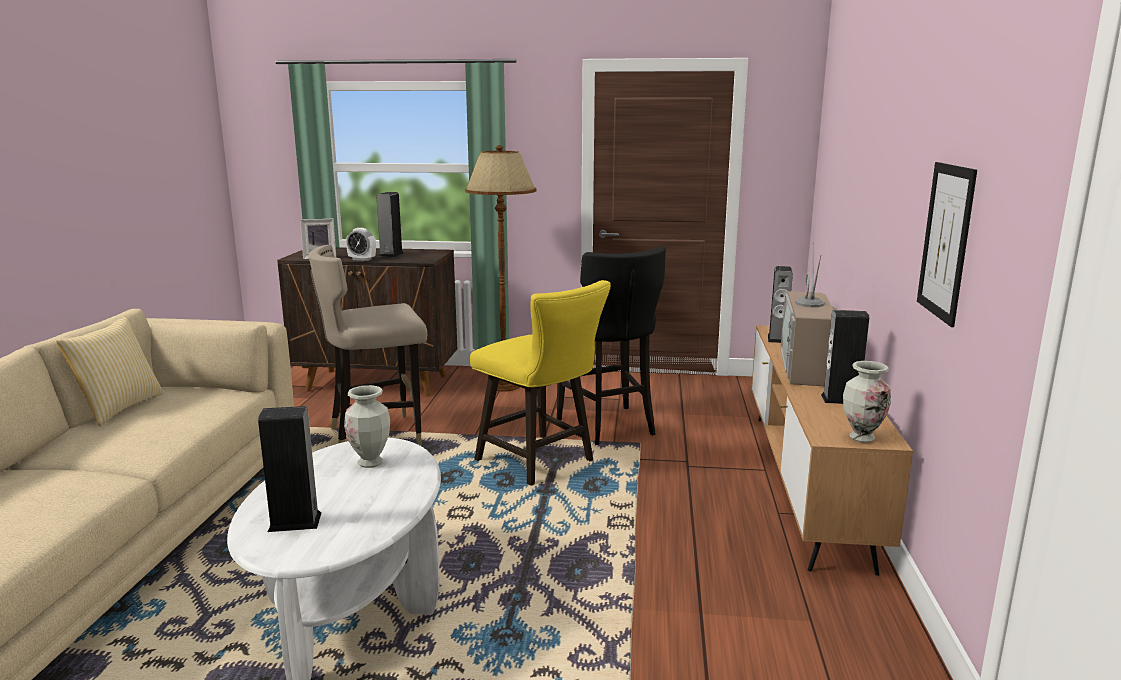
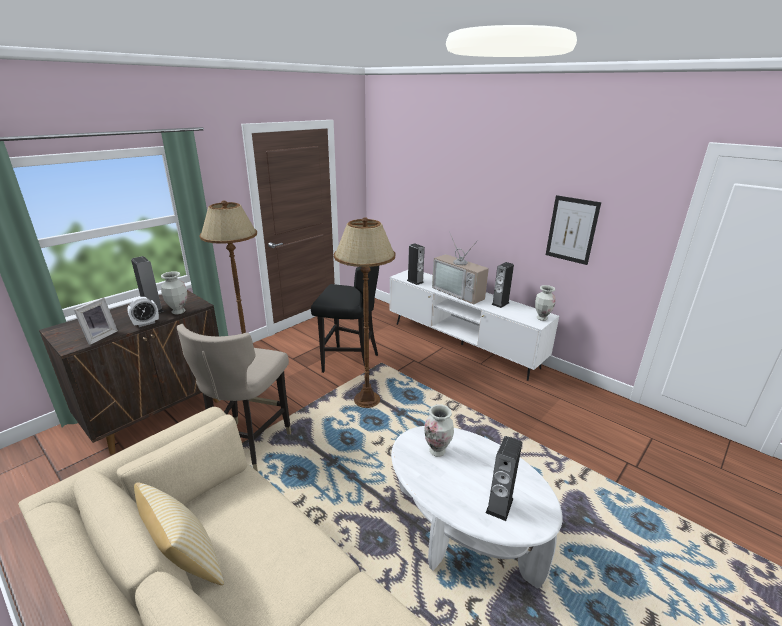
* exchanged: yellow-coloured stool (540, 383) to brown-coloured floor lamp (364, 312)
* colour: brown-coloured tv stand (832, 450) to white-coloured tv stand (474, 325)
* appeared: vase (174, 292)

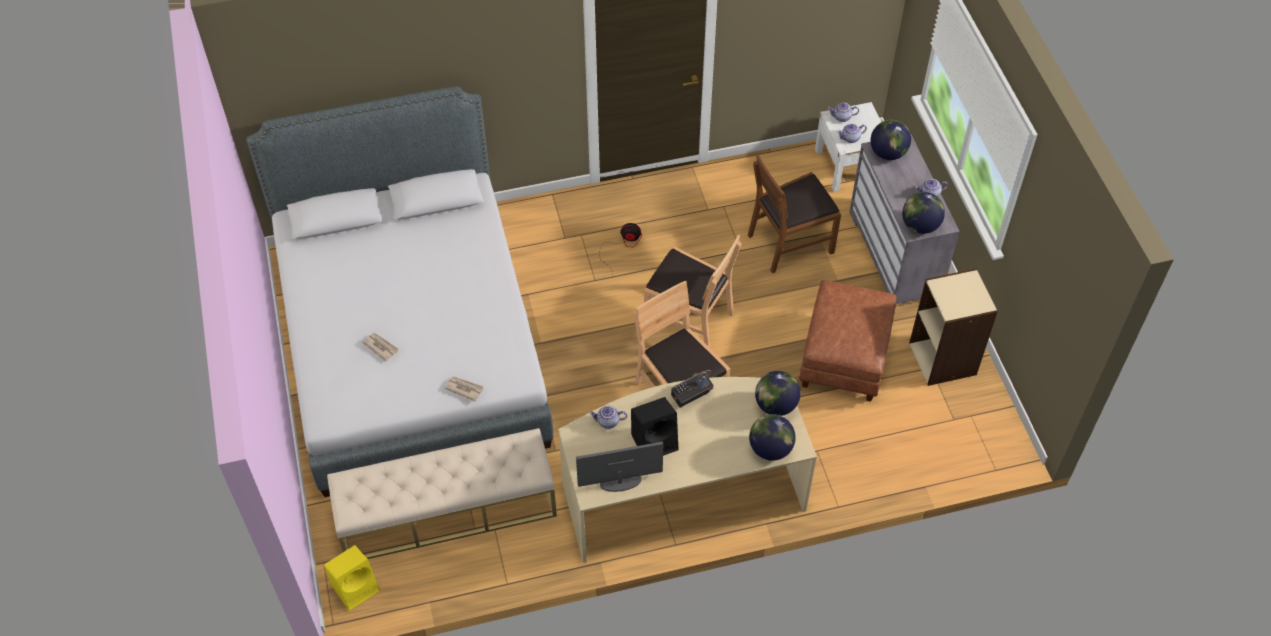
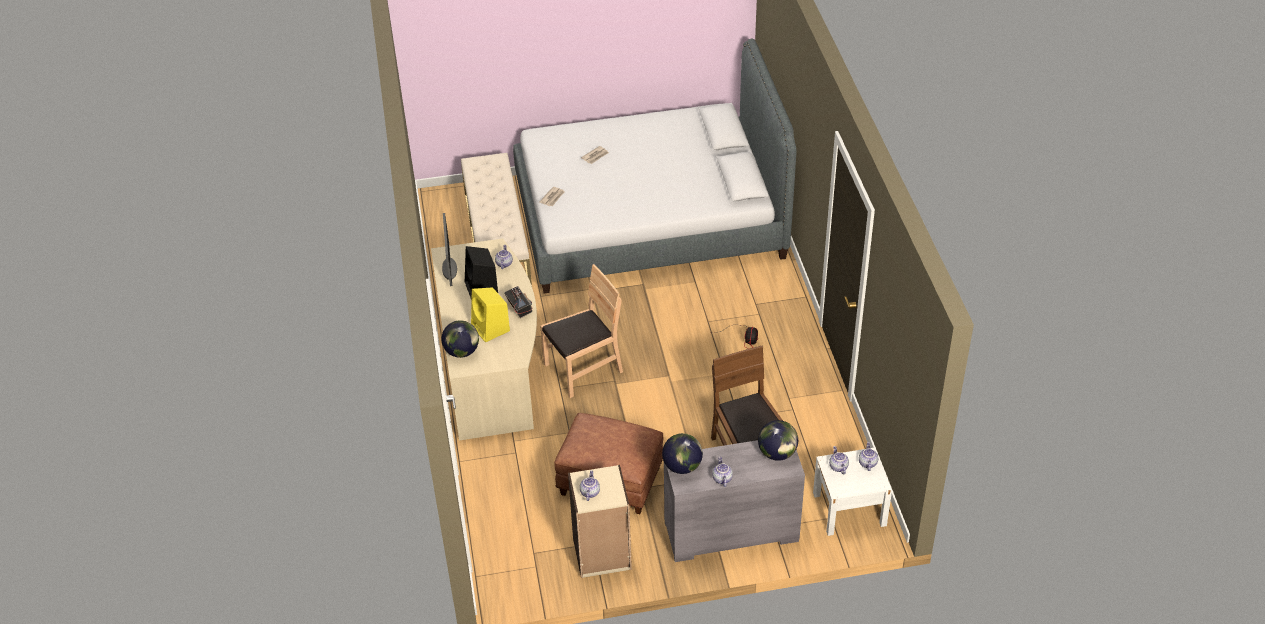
* relocated: yellow-coloured speaker (352, 578) to (490, 315)
* missing: brown-coloured upright chair (692, 292)
* missing: desk globe (778, 393)
* appeared: pot for tea (590, 485)

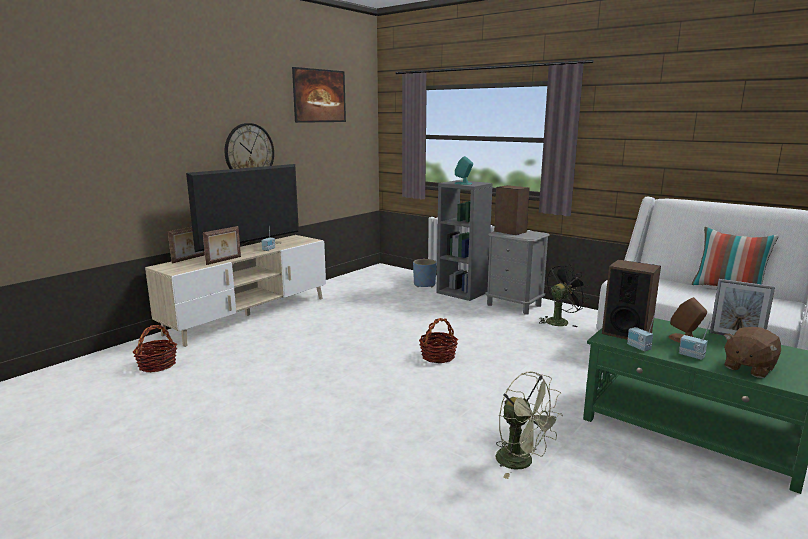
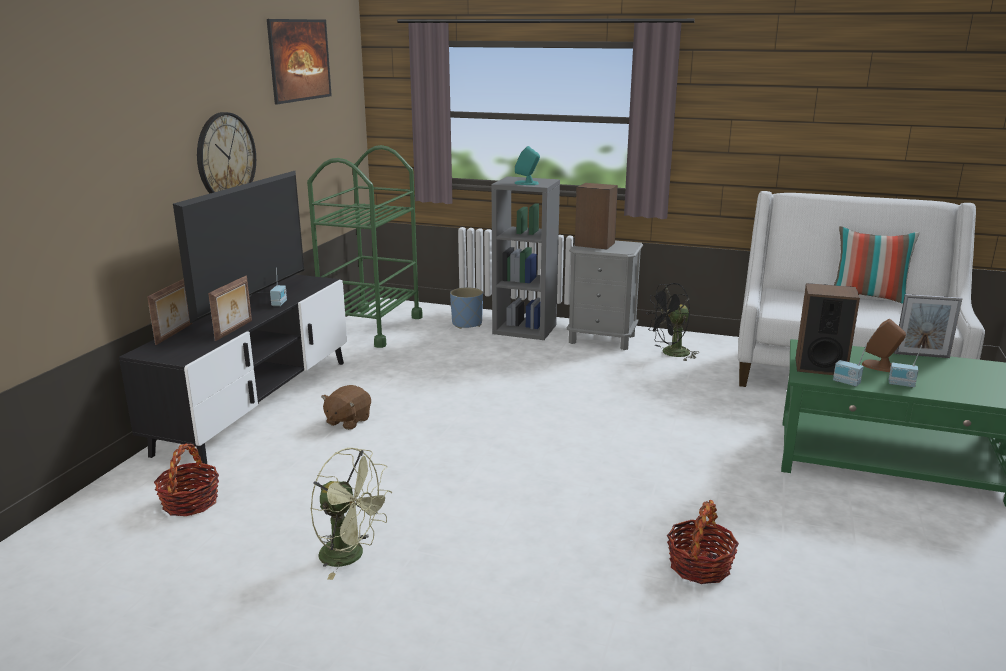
* colour: sand-coloured tv stand (235, 291) to black-coloured tv stand (233, 370)
* relocated: storage basket (438, 340) to (703, 542)
* relocated: greenish electric fan (529, 425) to (351, 514)
* spun: black-coloured electric fan (563, 295) = (672, 322) 150 degrees counterclockwise
* relocated: brown-coloured soft toy (752, 352) to (346, 407)
* appeared: greenish wheeled cart (365, 246)

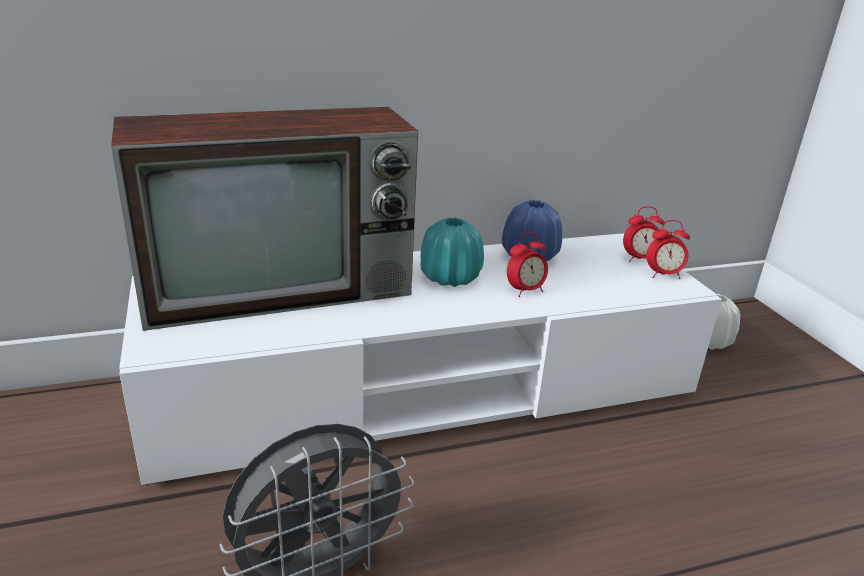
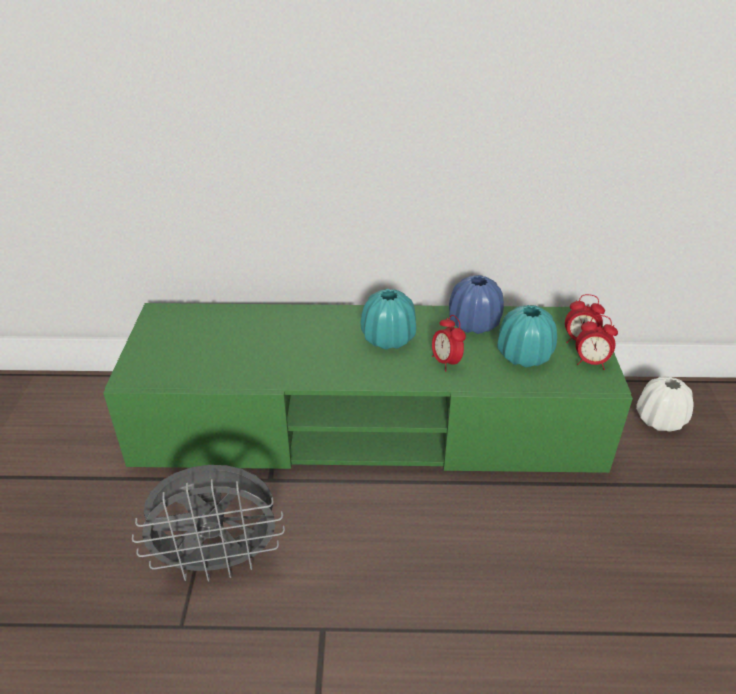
* missing: TV set (264, 219)
* colour: white-coloured tv stand (420, 359) to greenish tv stand (368, 388)
* spun: table clock (527, 264) = (449, 343) 75 degrees clockwise
* appeared: turquoise-coloured vase (527, 336)

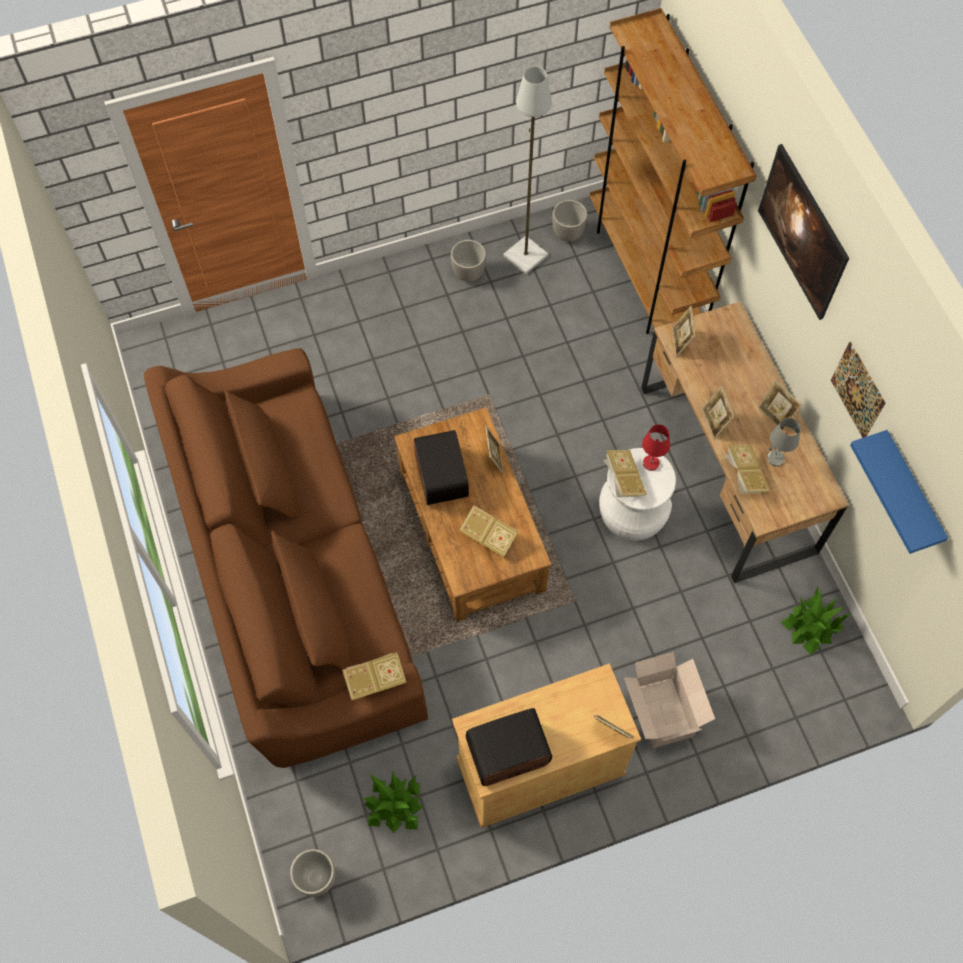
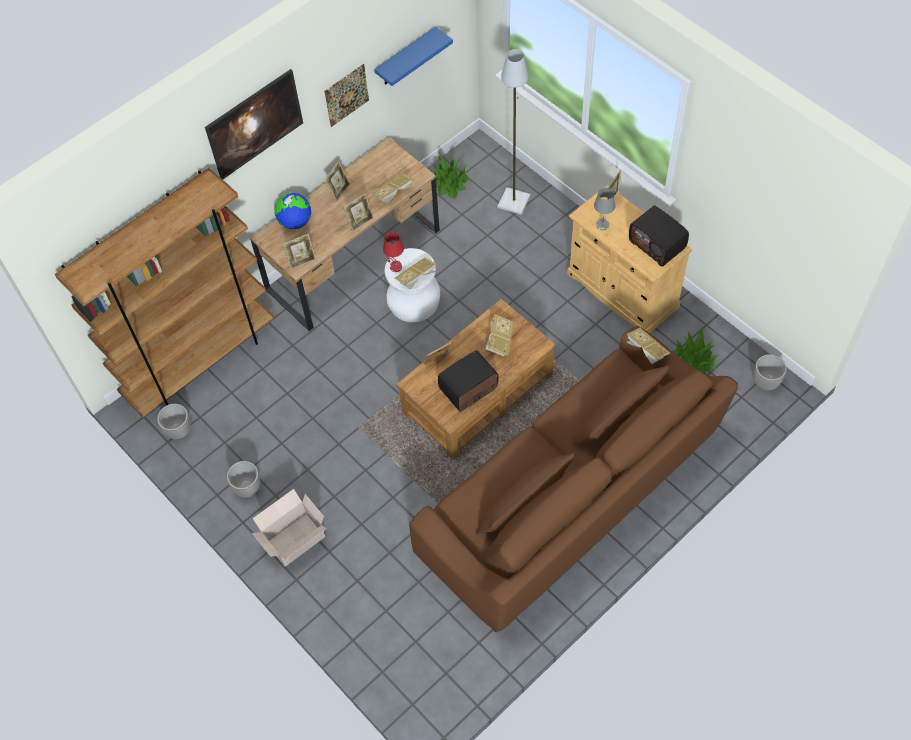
* relocated: grey floor lamp (527, 170) to (514, 132)
* relocated: cardboard box (669, 700) to (289, 528)
* relocated: grey lamp for a table (783, 442) to (605, 209)
* appeared: desk globe (292, 211)

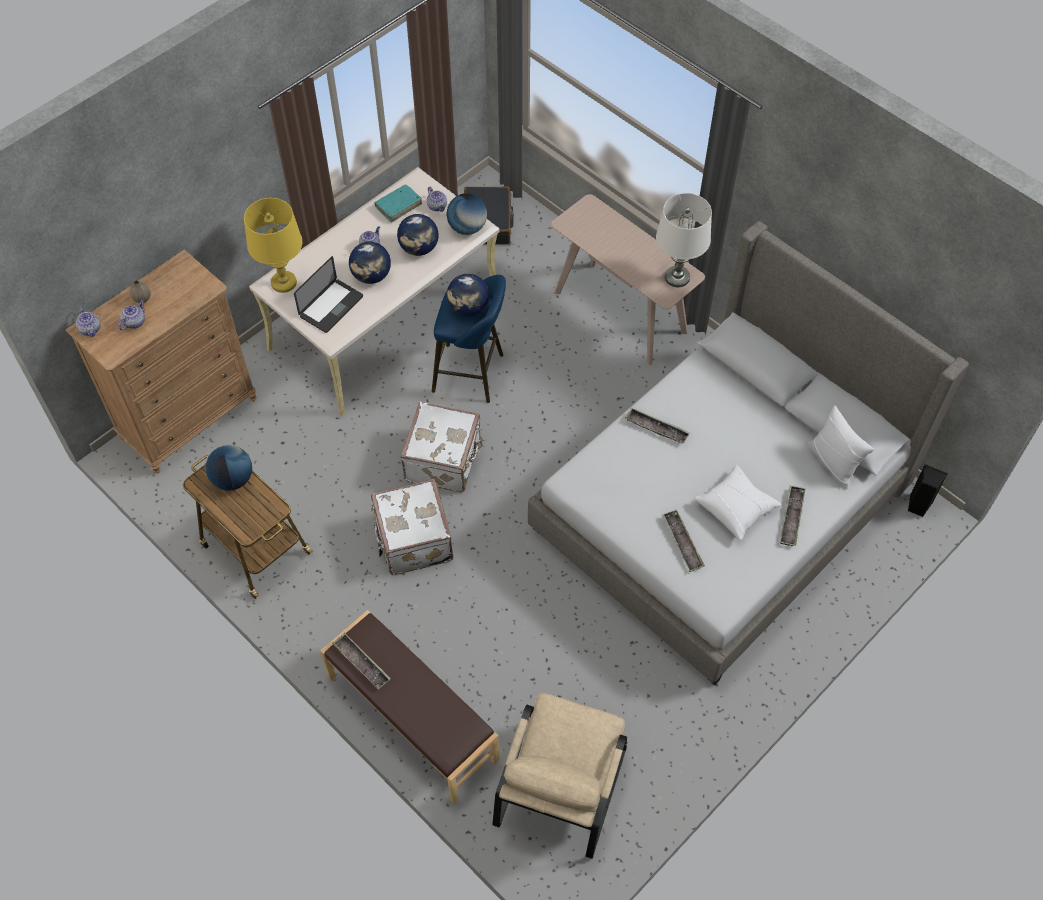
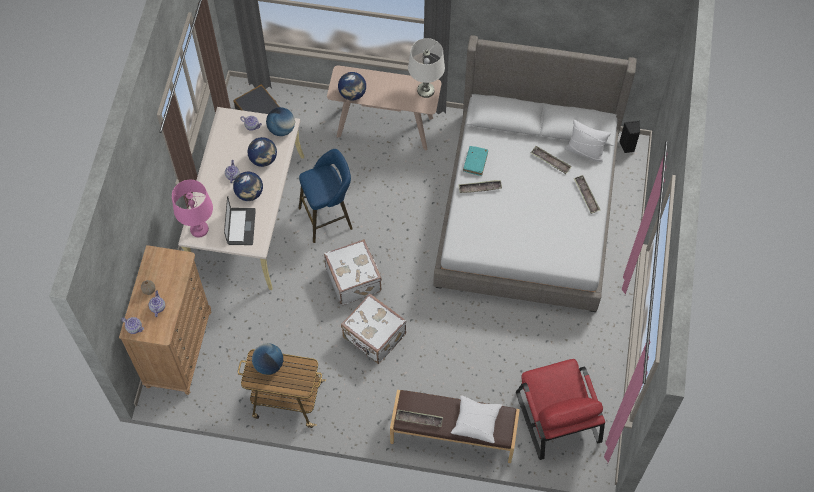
* colour: yellow-coloured lamp for a table (273, 245) to pink lamp for a table (192, 208)
* relocated: turquoise-coloured book (398, 203) to (475, 161)
* relocated: desk globe (468, 295) to (352, 86)
* colour: sand-coloured easy chair (560, 776) to reddish easy chair (560, 409)
* relocated: carrying tray (683, 540) to (551, 160)
* relocated: white-coloured pillow (738, 502) to (476, 419)

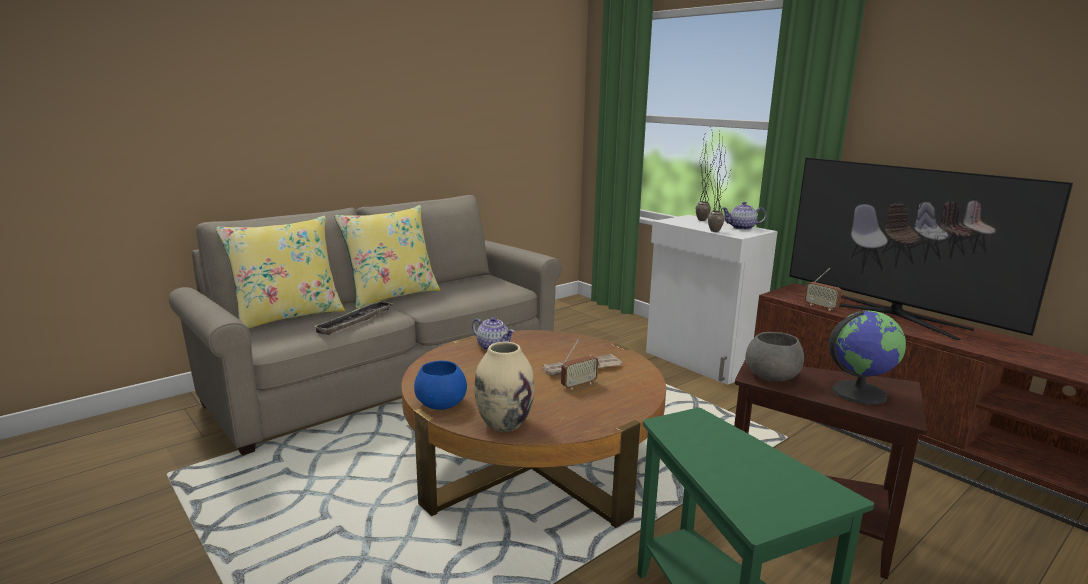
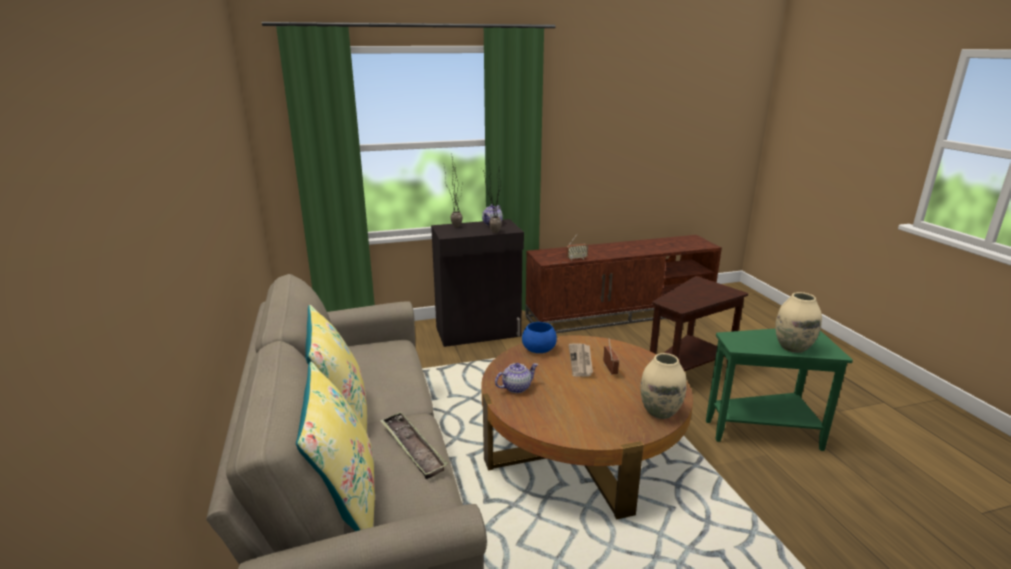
* relocated: blue deep dish (440, 385) to (539, 337)
* colour: white-coloured storage cabinet (712, 300) to black-coloured storage cabinet (477, 283)
* missing: grey deep dish (774, 356)
* missing: TV set (931, 249)
* missing: desk globe (867, 358)
* appeared: sand-coloured vase (798, 322)

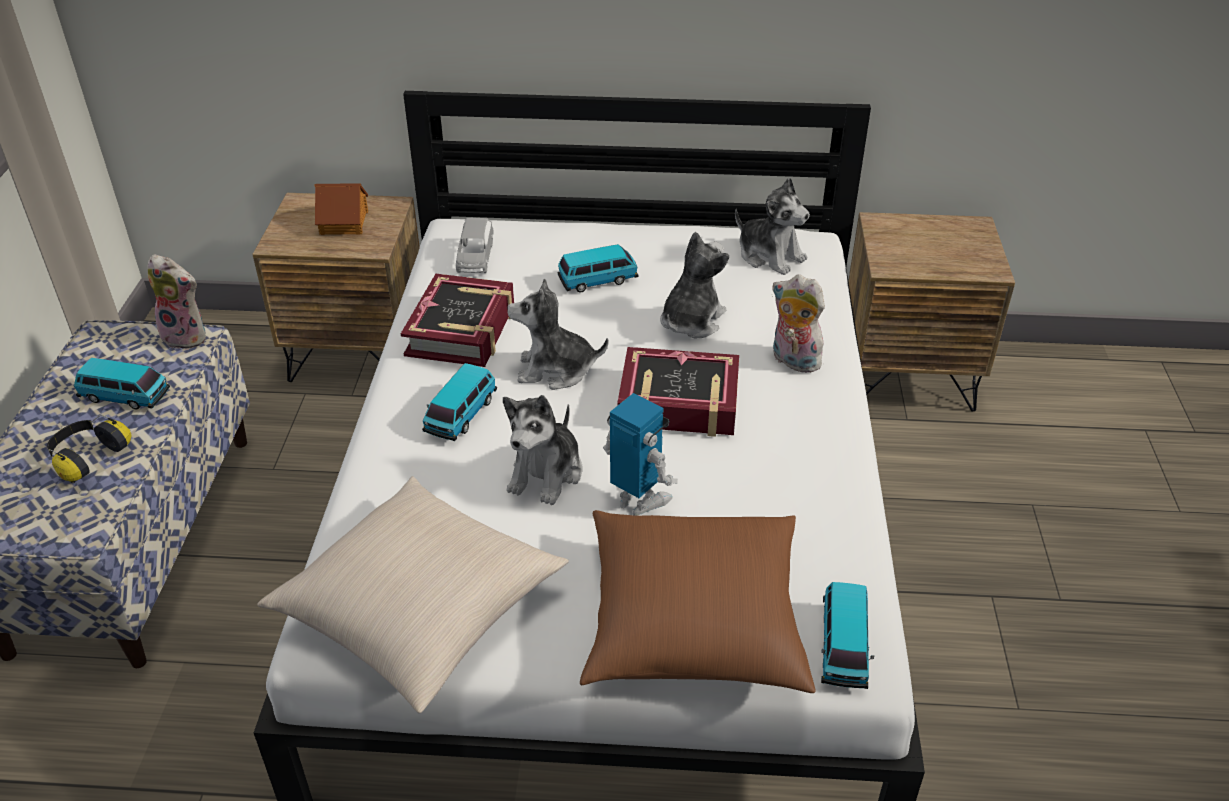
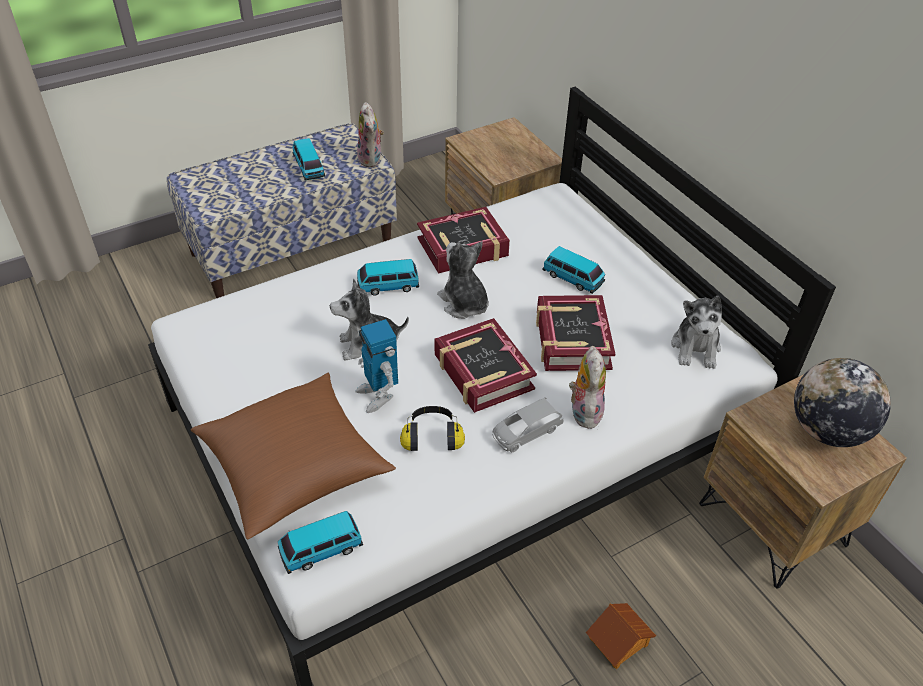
* relocated: headphones (89, 449) to (432, 428)
* missing: sand-coloured pillow (413, 594)
* relocated: model house (341, 209) to (621, 636)
* relocated: grey miniature car (475, 245) to (528, 425)
* spun: model robot (640, 454) = (376, 366) 150 degrees clockwise
* exchanged: soft toy (694, 285) to book (575, 333)
* appeared: desk globe (842, 402)

